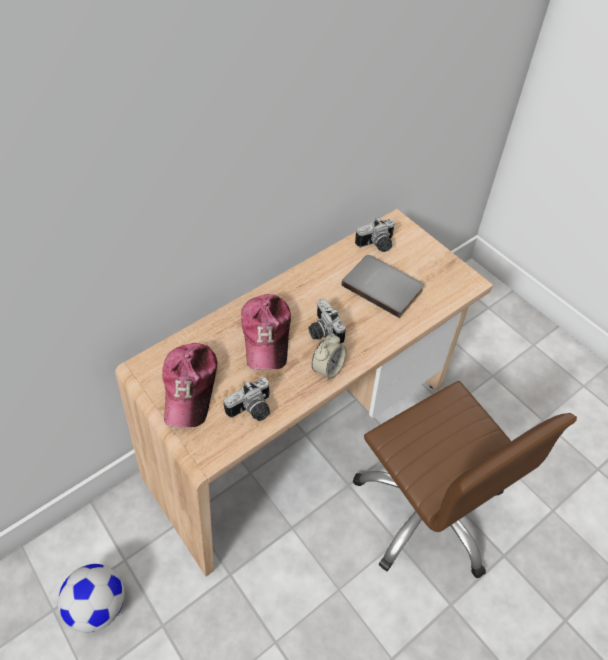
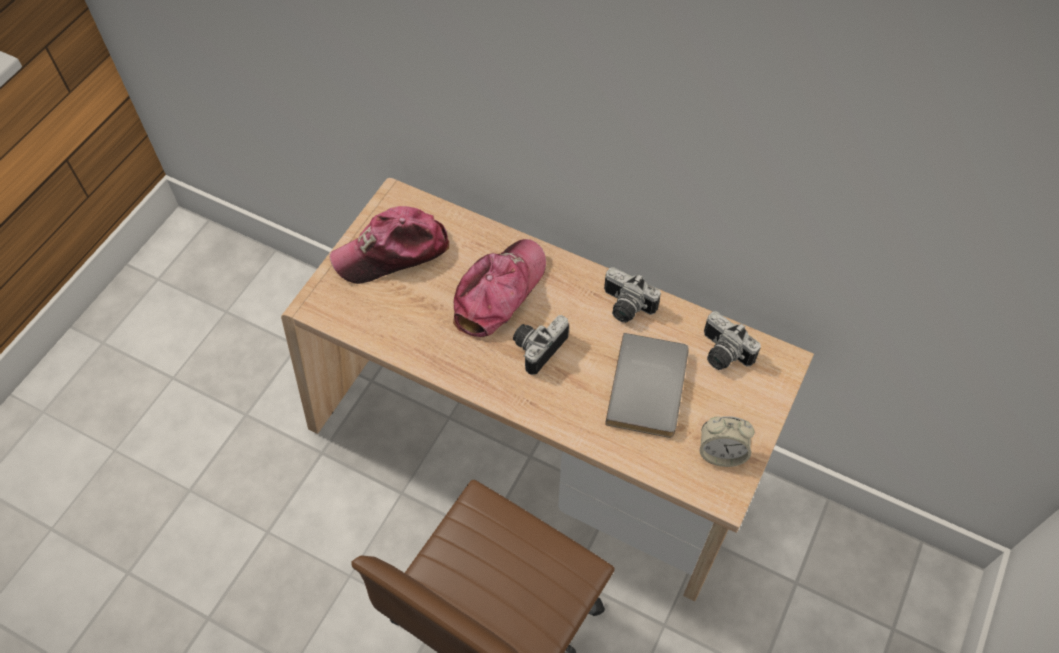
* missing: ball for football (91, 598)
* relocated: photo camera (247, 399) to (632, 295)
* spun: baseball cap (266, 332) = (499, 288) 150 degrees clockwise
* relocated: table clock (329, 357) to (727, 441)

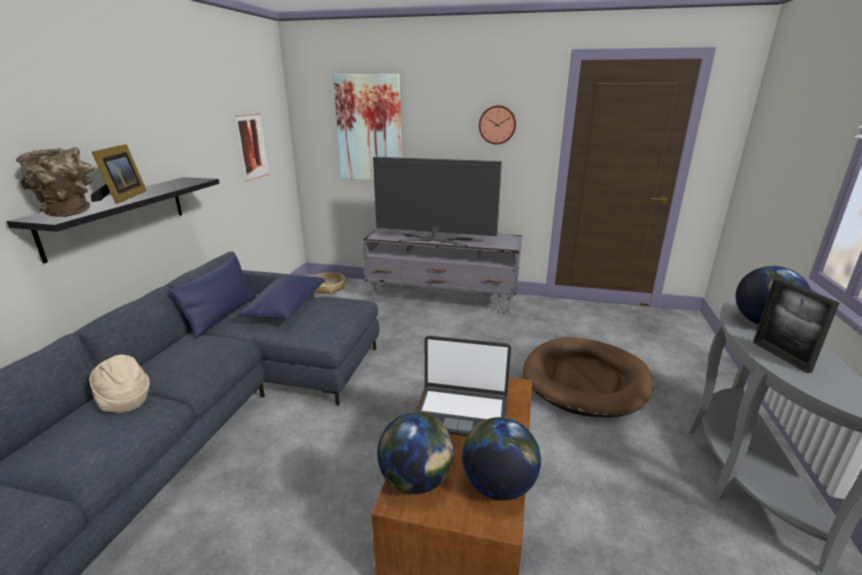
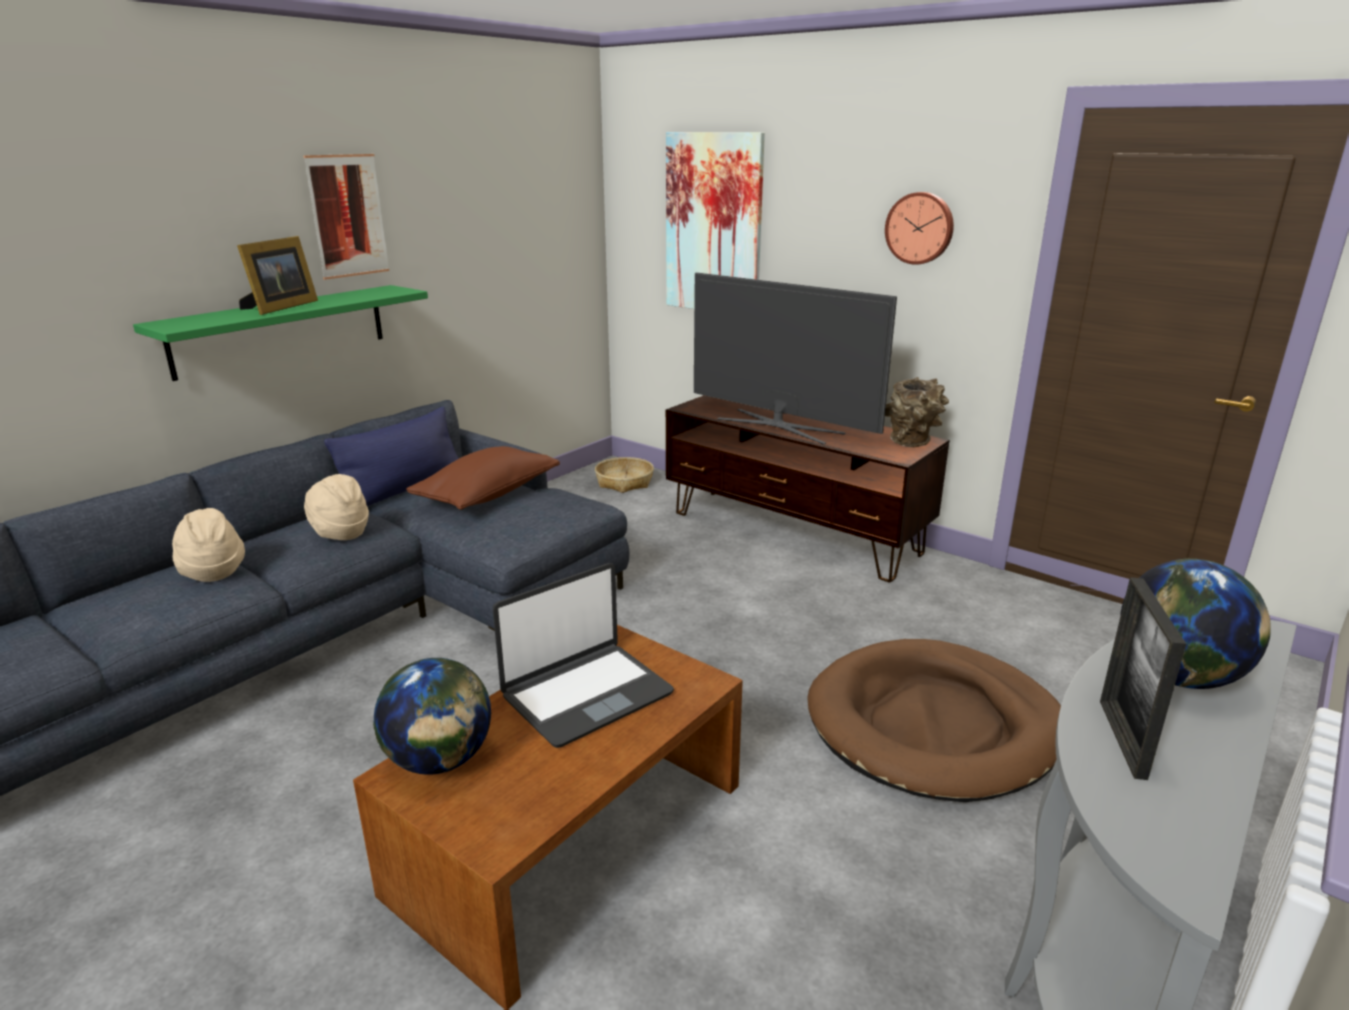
* colour: black-coloured wall shelf (112, 220) to greenish wall shelf (280, 333)
* relocated: brown-coloured vase (55, 182) to (917, 412)
* relocated: picture (252, 147) to (346, 217)
* colour: blue pillow (282, 297) to brown-coloured pillow (483, 478)
* colour: grey tv stand (442, 271) to brown-coloured tv stand (807, 489)
* spun: portable computer (463, 386) = (583, 655) 75 degrees counterclockwise
* missing: desk globe (501, 459)
* appeared: sand-coloured clothing hat (336, 507)

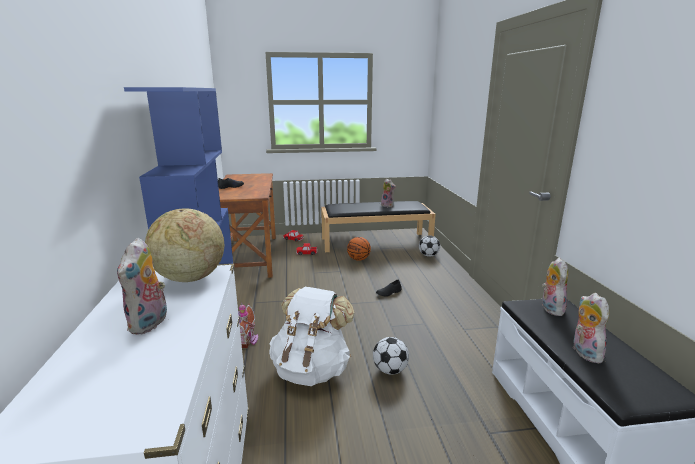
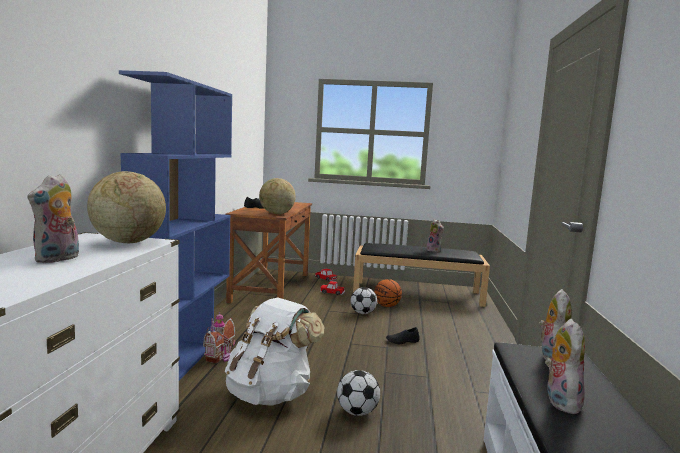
* relocated: ball for football (429, 246) to (364, 300)
* appeared: desk globe (277, 196)

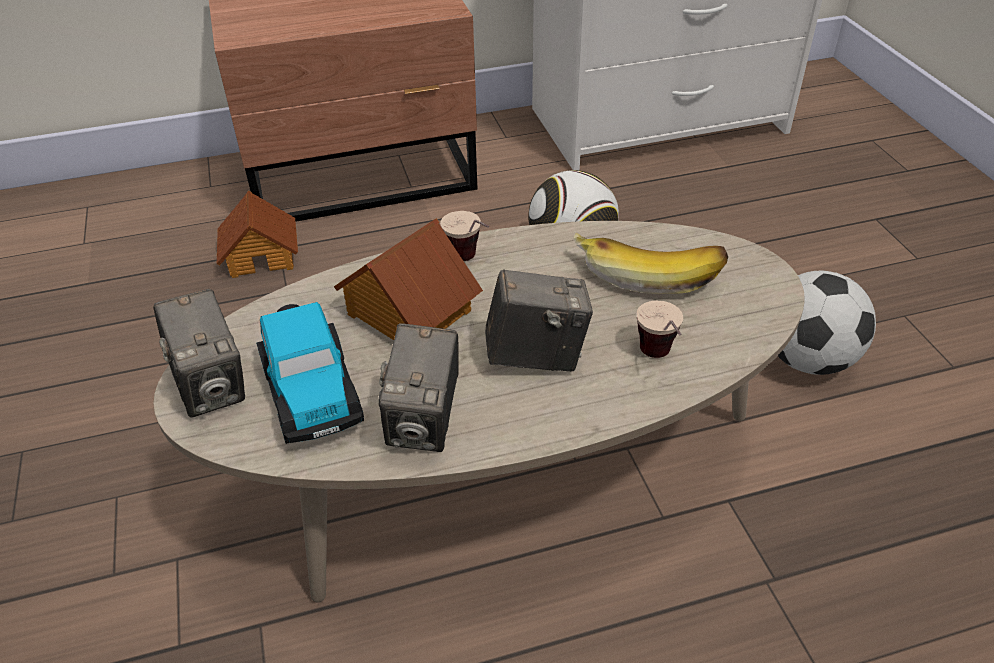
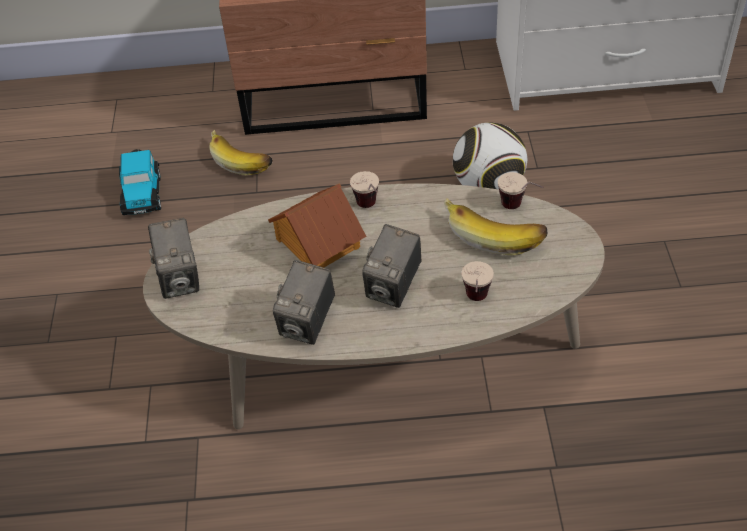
* exchanged: model house (257, 234) to banana fruit (241, 152)
* relocated: miniature car (310, 373) to (140, 182)
* spun: photo camera (539, 320) = (391, 266) 105 degrees clockwise
* missing: ball for football (827, 323)
* appeared: drinking cup (521, 190)

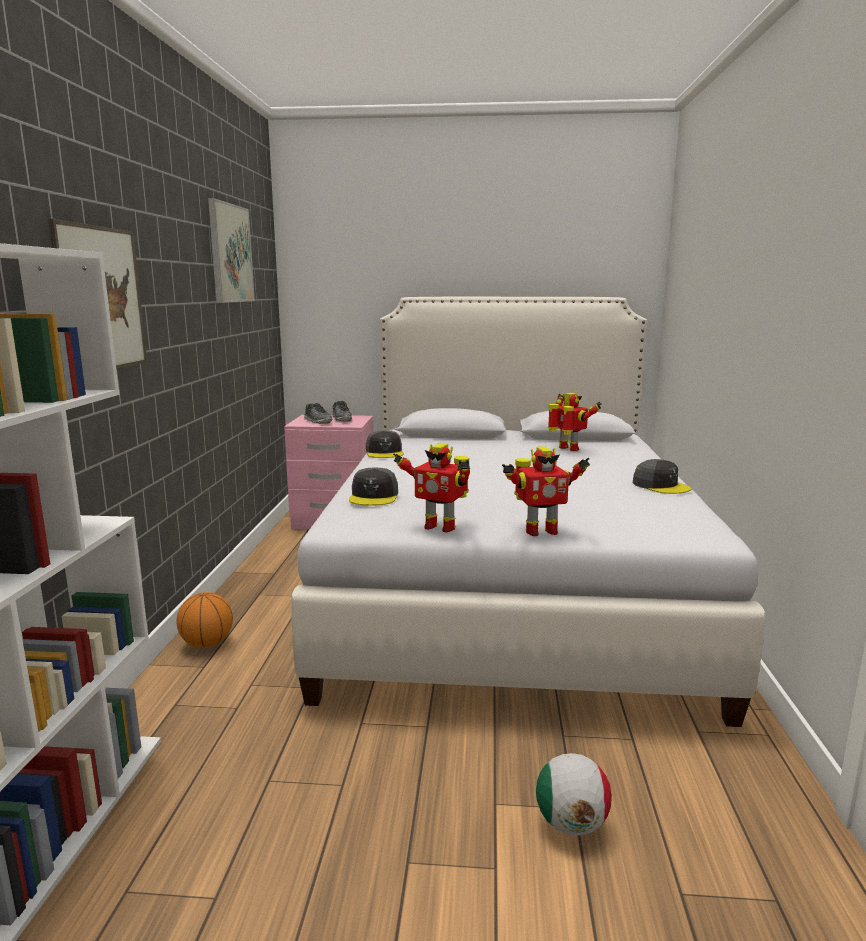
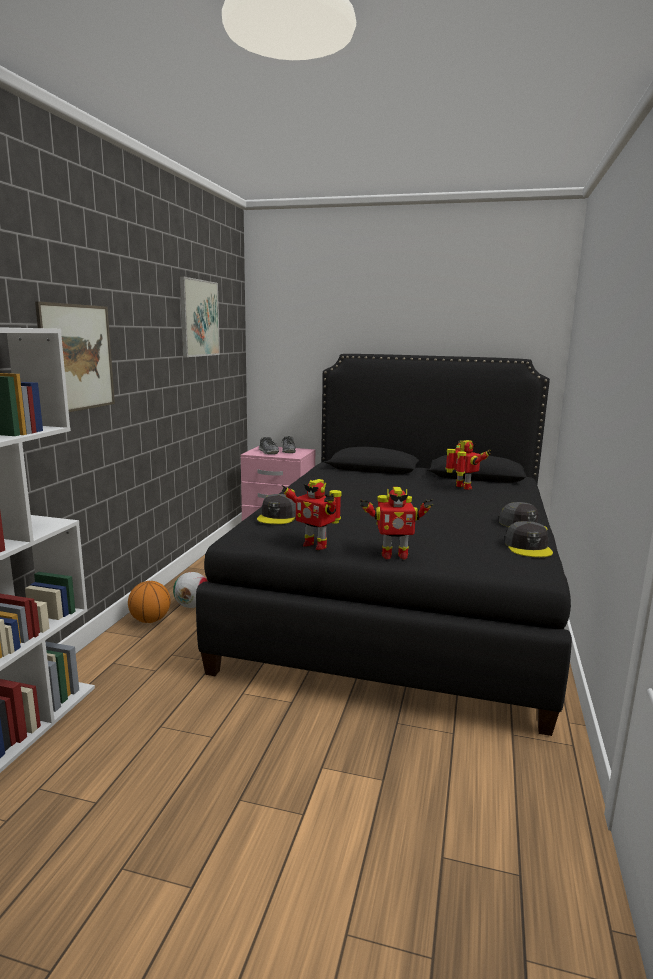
* colour: white-coloured bed (528, 512) to black-coloured bed (384, 545)
* relocated: grey baseball cap (385, 444) to (529, 539)
* relocated: ball for football (574, 794) to (190, 590)

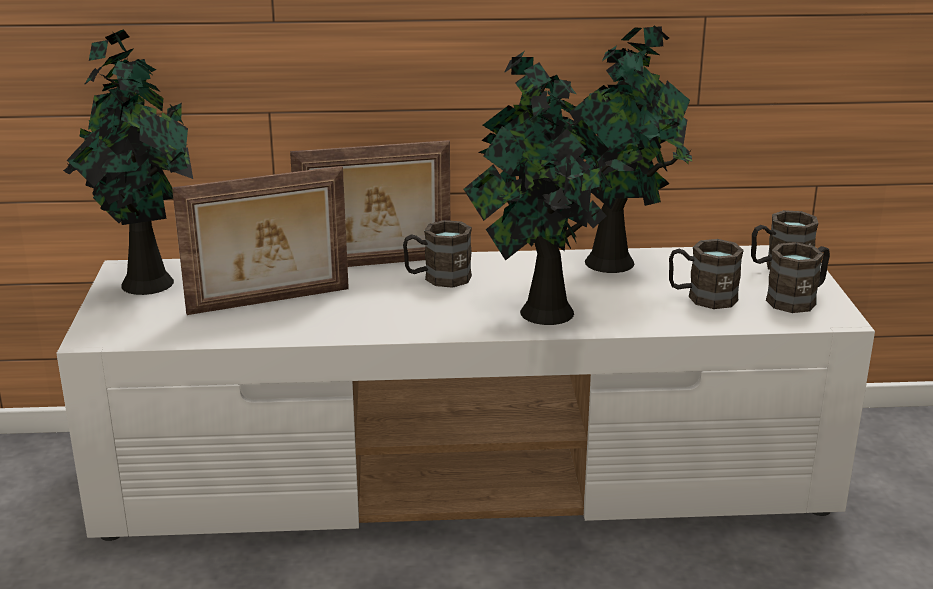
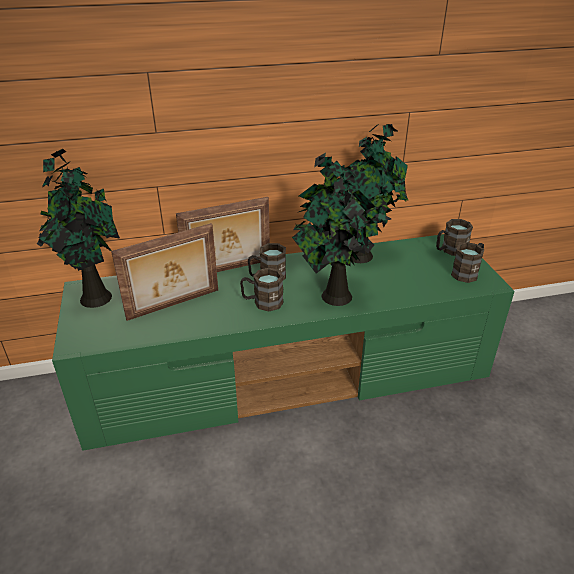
* colour: white-coloured tv stand (465, 393) to greenish tv stand (283, 342)
* relocated: brown-coloured tea mug (706, 274) to (262, 290)

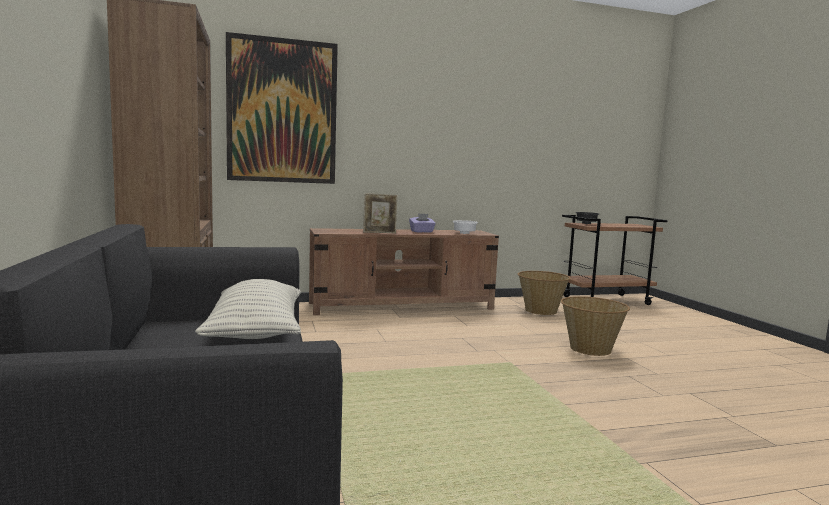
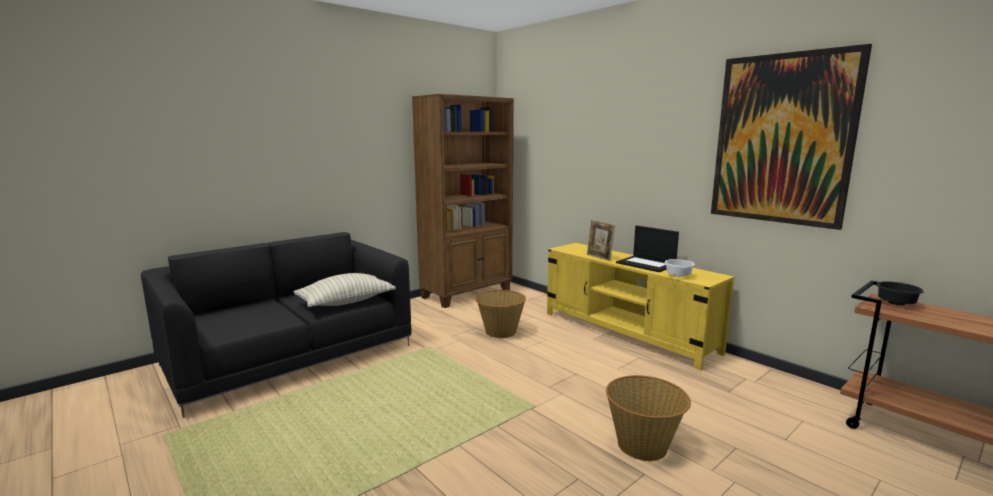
* relocated: picture (282, 108) to (791, 137)
* colour: brown-coloured tv stand (404, 271) to yellow-coloured tv stand (640, 307)
* exchanged: purple-coloured tissue holder (422, 223) to portable computer (647, 248)
* relocated: storage basket (544, 293) to (500, 314)

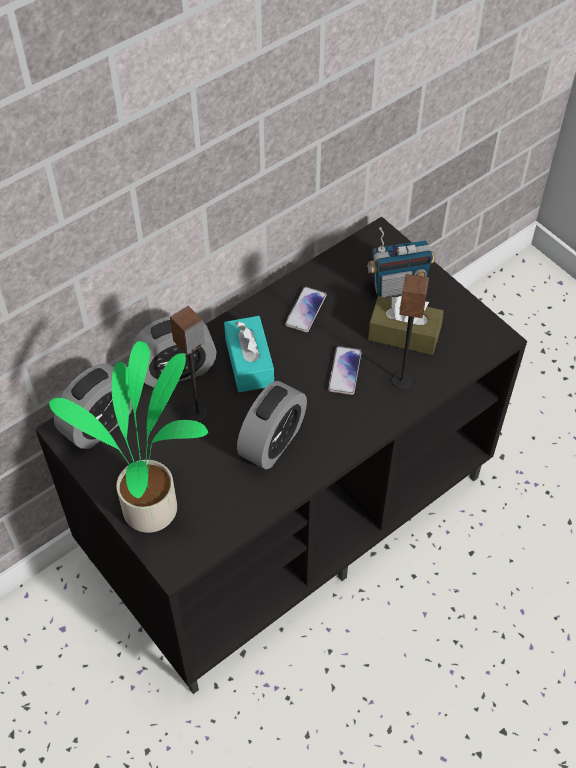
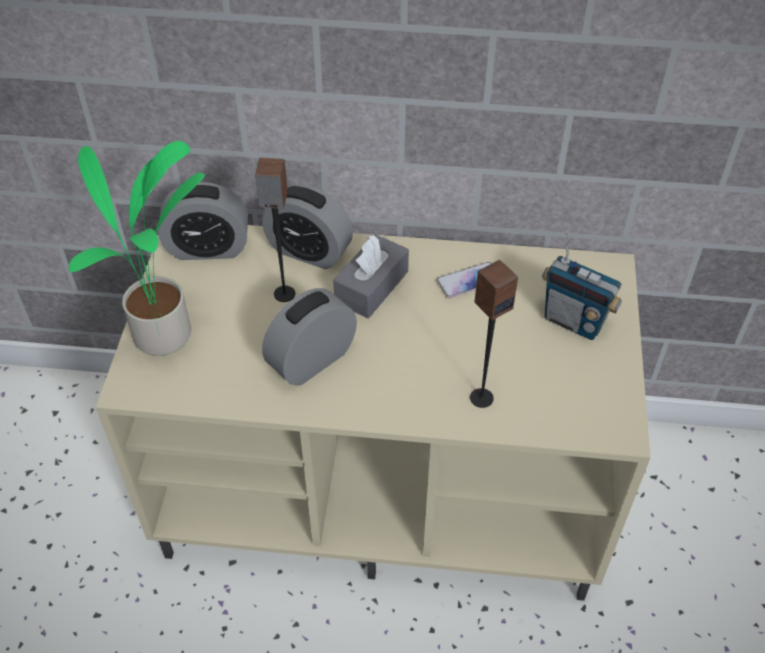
* colour: black-coloured tv stand (281, 455) to sand-coloured tv stand (372, 413)
* colour: turquoise-coloured tissue holder (249, 354) to grey tissue holder (371, 276)
* spun: table clock (272, 425) = (309, 337) 150 degrees clockwise
* missing: telephone (345, 370)
* missing: brown-coloured tissue holder (406, 325)

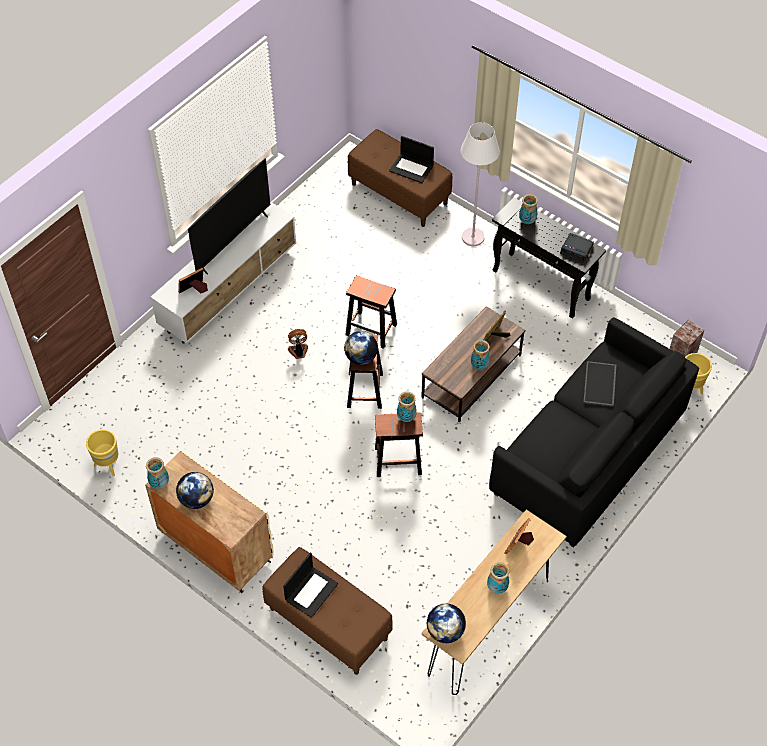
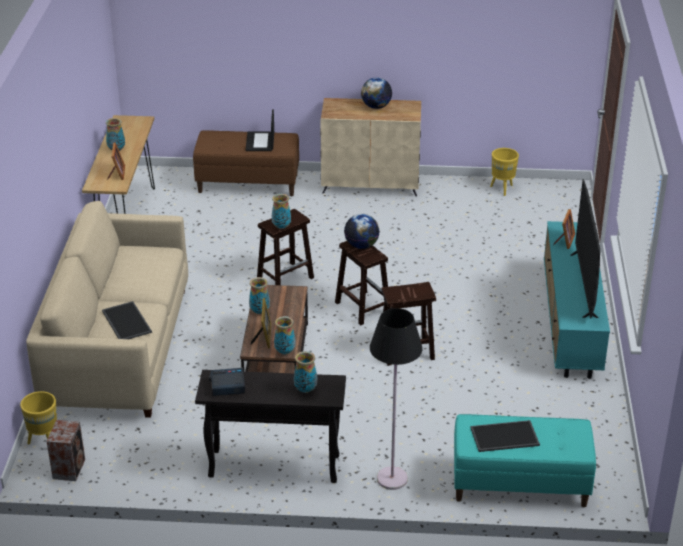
* relocated: vase (157, 473) to (285, 335)
* colour: white-coloured tv stand (223, 273) to turquoise-coloured tv stand (577, 300)
* missing: electric fan (298, 344)
* colour: brown-coloured bench (400, 178) to turquoise-coloured bench (525, 460)
* exchanged: portable computer (411, 159) to carrying tray (505, 436)
* missing: desk globe (446, 623)
* colour: white-coloured floor lamp (480, 184) to black-coloured floor lamp (396, 399)
* colour: black-coloured couch (594, 433) to sand-coloured couch (107, 309)

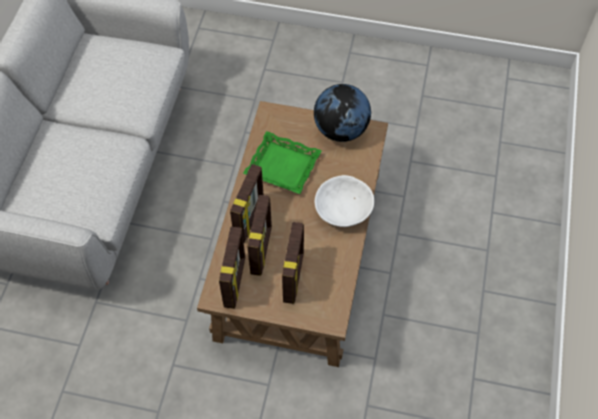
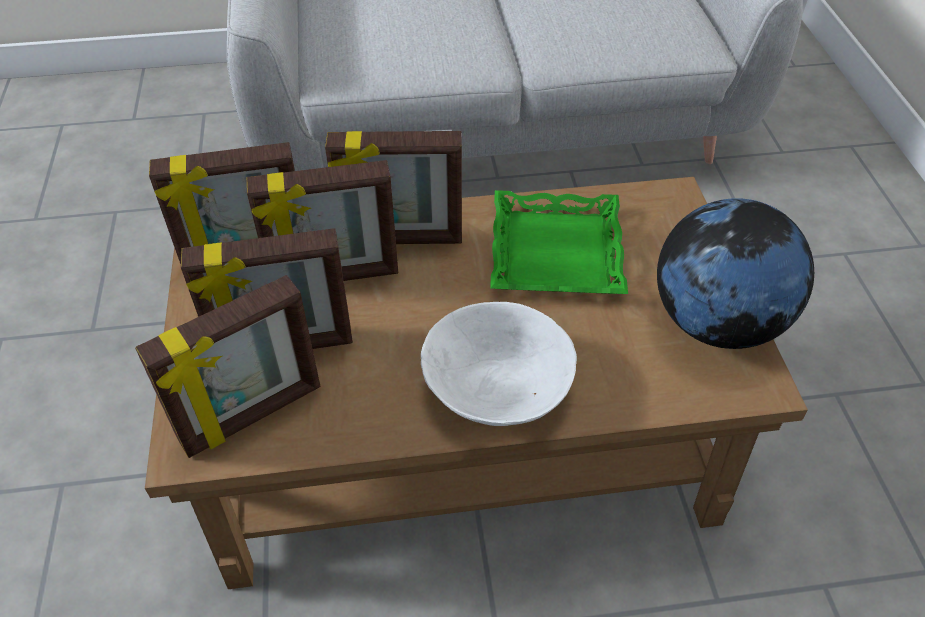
* appeared: standing frame (227, 366)

